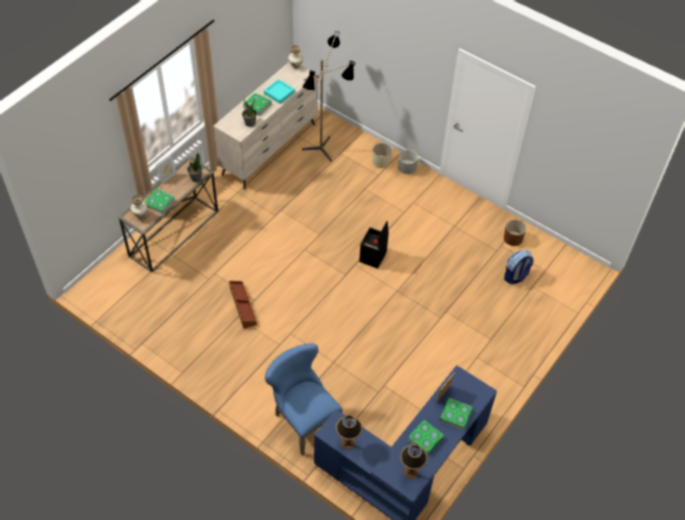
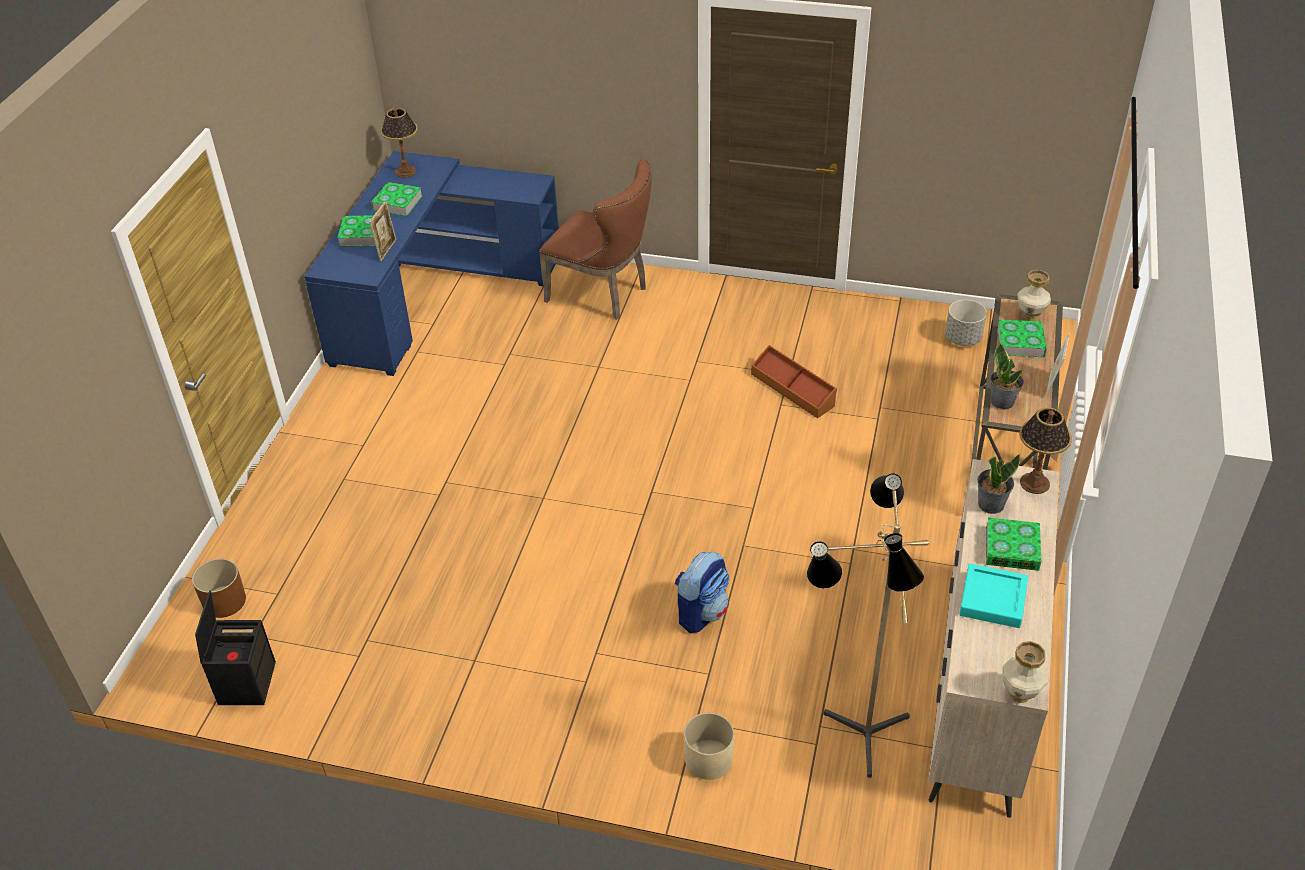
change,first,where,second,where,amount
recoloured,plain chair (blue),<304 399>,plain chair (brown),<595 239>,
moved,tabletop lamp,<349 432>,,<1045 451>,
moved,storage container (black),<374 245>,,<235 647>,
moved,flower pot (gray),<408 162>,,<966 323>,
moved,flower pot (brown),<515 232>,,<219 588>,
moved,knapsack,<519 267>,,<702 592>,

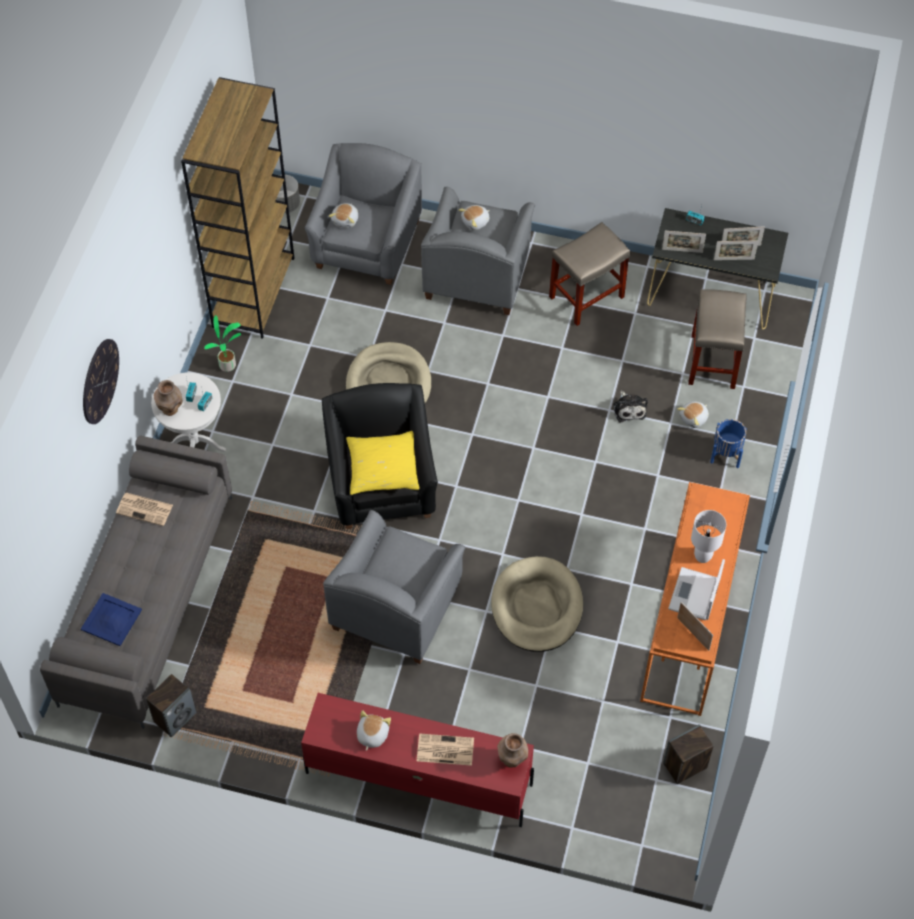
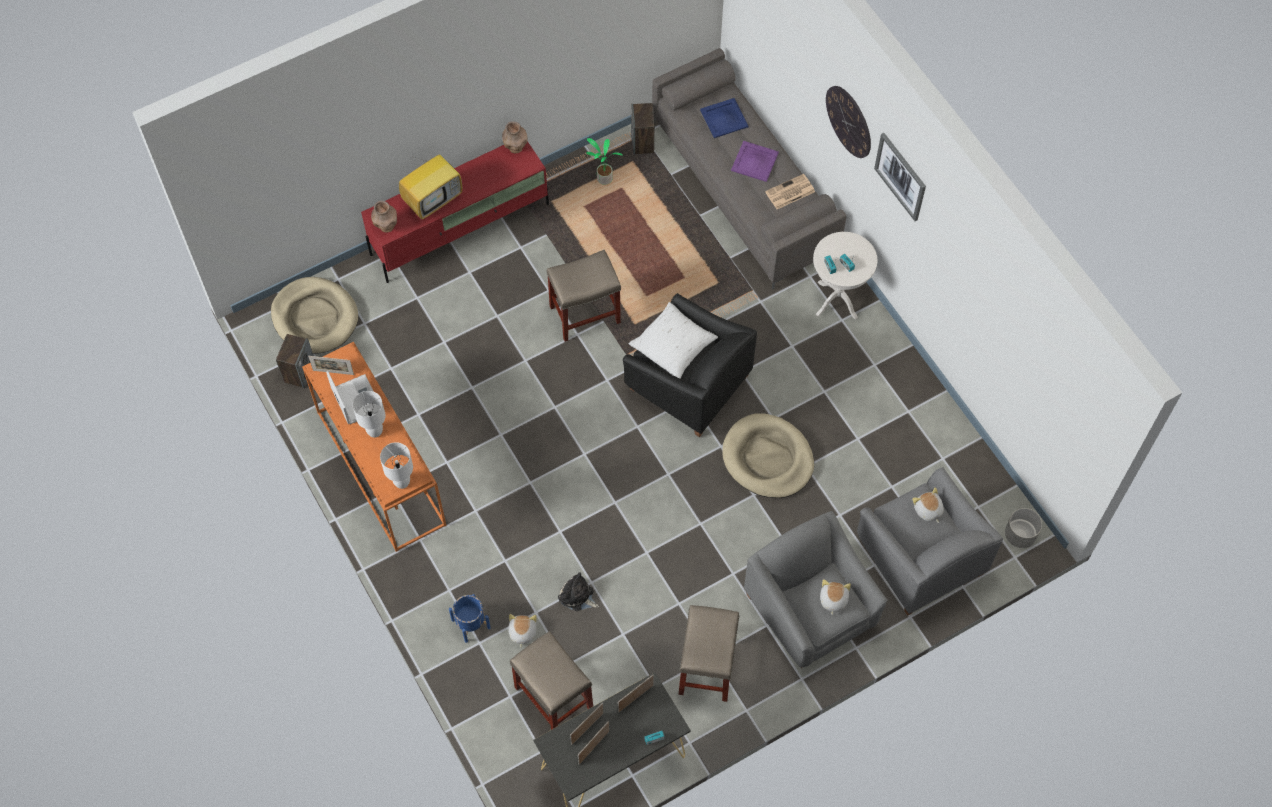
change,first,where,second,where,amount
moved,decorative vase (brown),<168 398>,,<515 137>,
removed,shelving unit (brown),<237 208>,,,
moved,potted plant,<222 343>,,<604 161>,
replaced,armchair (gray),<394 587>,stool seat (beige),<584 296>,
recoloured,pillow (yellowish),<383 463>,pillow (whitish),<673 340>,
removed,cuddly toy,<374 730>,,,
replaced,daily paper,<445 749>,television,<430 182>,
moved,dog bed (beige),<537 604>,,<314 315>,
added,,,tabletop lamp (whitish),<396 465>,
added,,,tray (purple),<755 161>,
added,,,wall art,<900 177>,

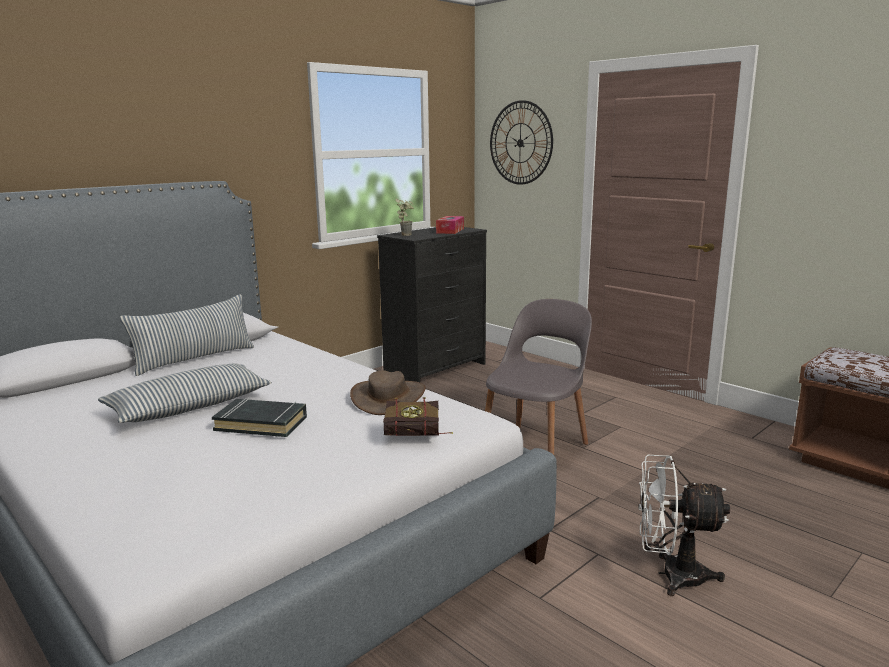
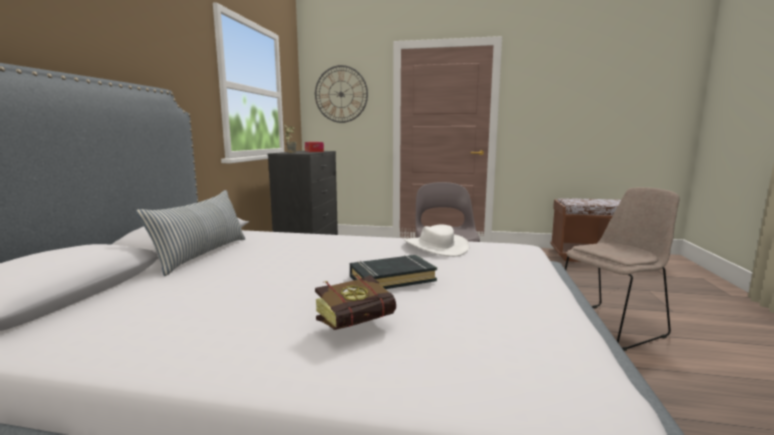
change,first,where,second,where,amount
removed,pillow,<185 393>,,,
recoloured,clothing hat (brown),<388 393>,clothing hat (whitish),<437 241>,
moved,volume,<418 416>,,<355 302>,
replaced,cooling fan (whitish),<684 525>,plain chair (beige),<622 269>,

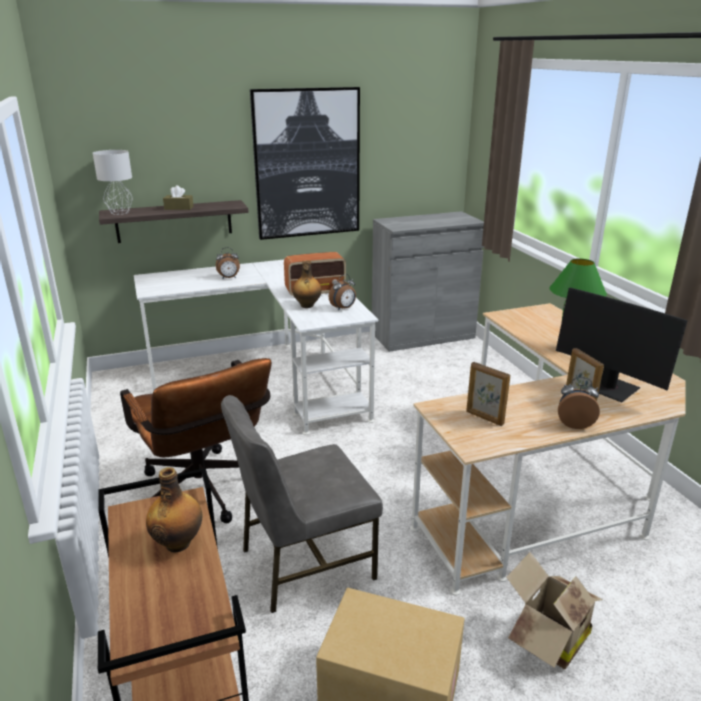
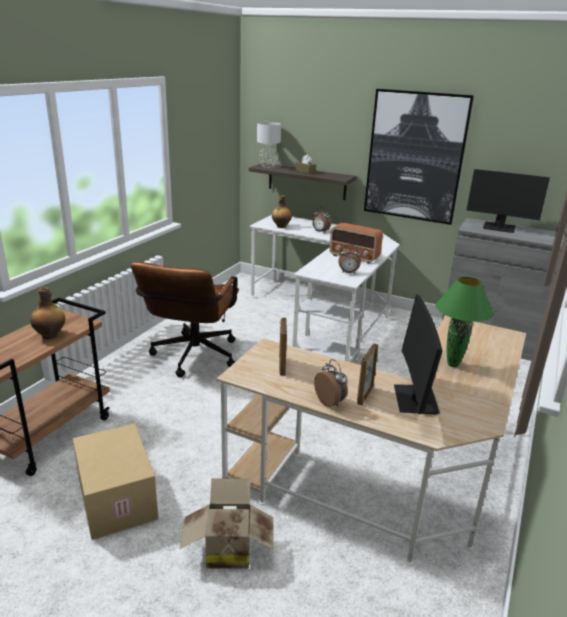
change,first,where,second,where,amount
removed,plain chair (gray),<302 504>,,,
moved,beverage bottle,<307 284>,,<282 211>,
added,,,computer screen,<508 201>,

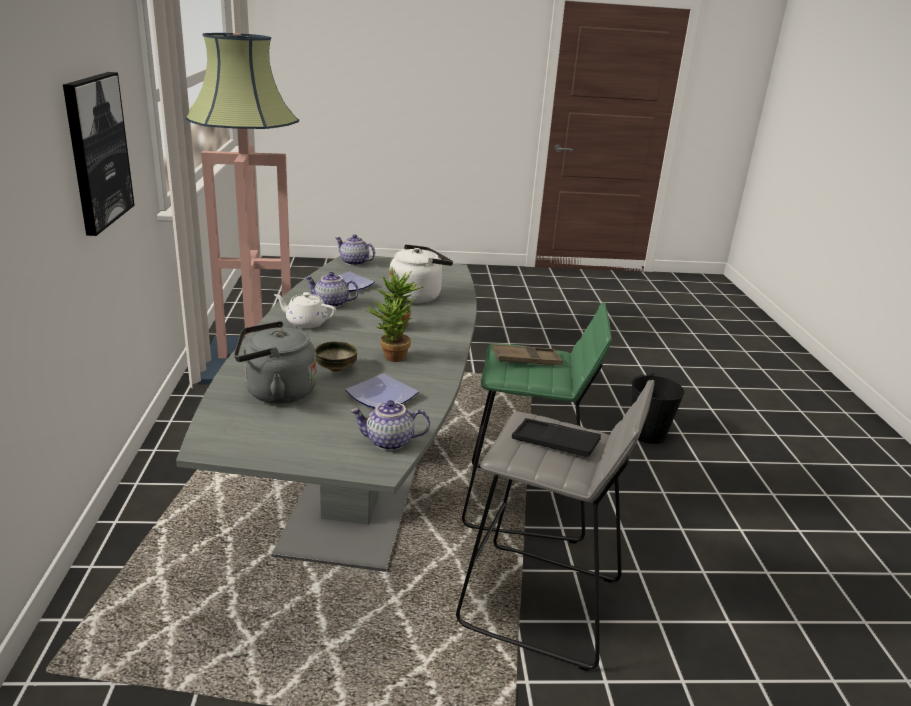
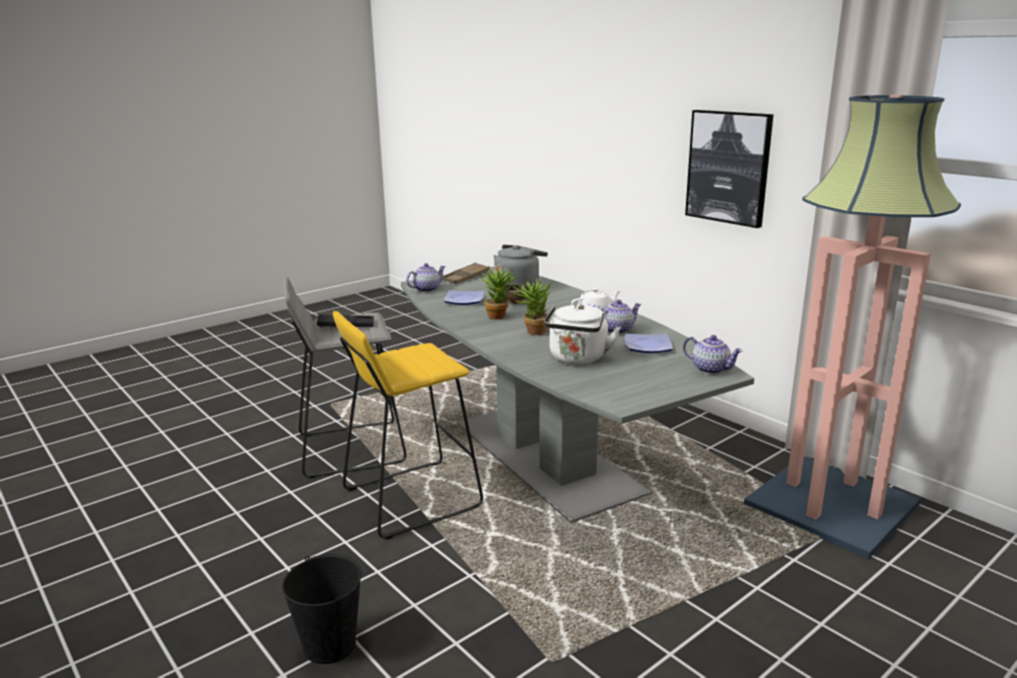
change,first,where,second,where,amount
turned,teapot,<355 250>,,<713 354>,45 degrees clockwise
recoloured,stool seat (green),<537 423>,stool seat (yellowish),<408 425>,
moved,tray (brown),<527 354>,,<466 273>,

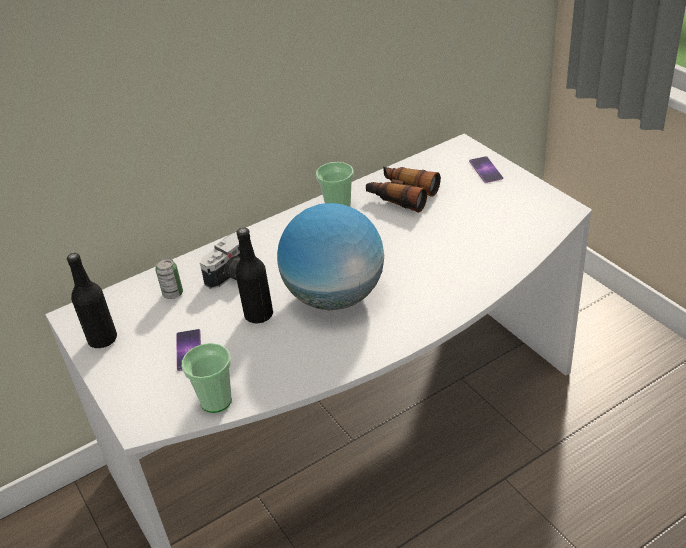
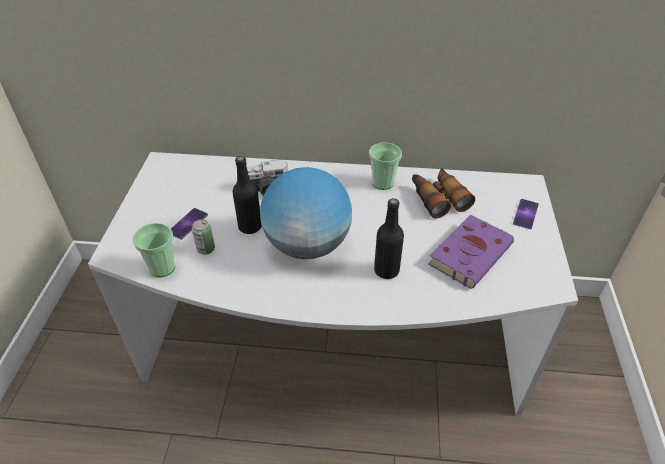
change,first,where,second,where,amount
moved,beverage bottle (black),<92 301>,,<389 238>,
moved,sealed can,<169 278>,,<203 237>,
added,,,volume (purple),<471 252>,

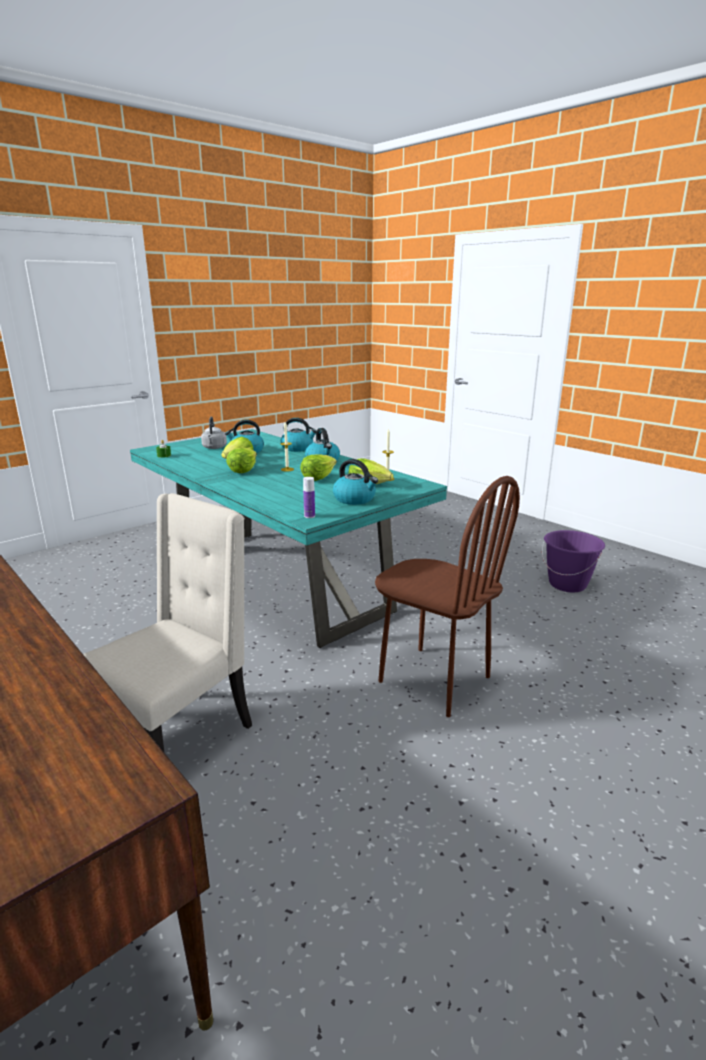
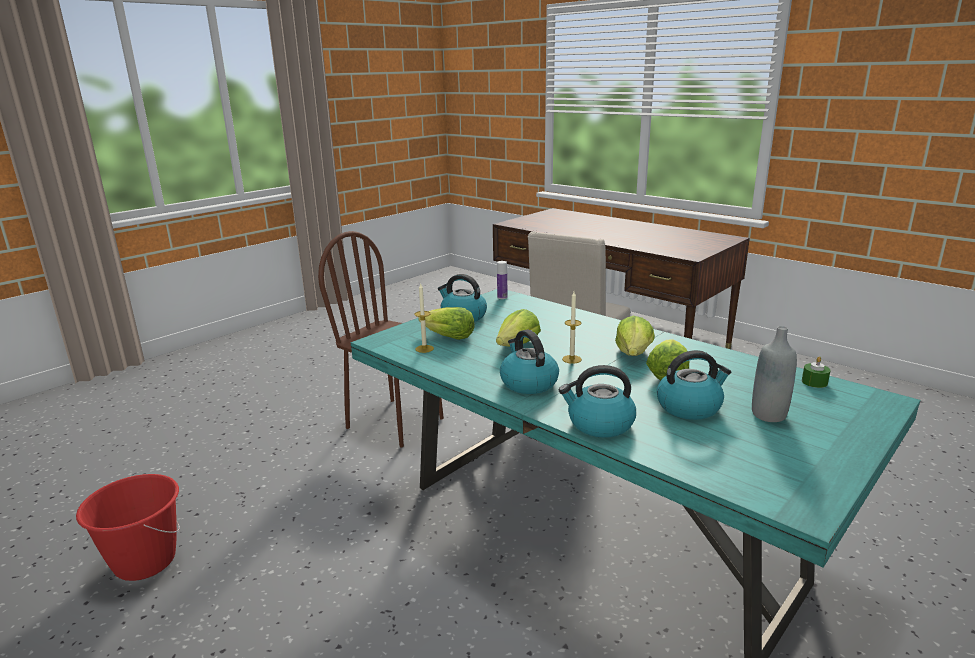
change,first,where,second,where,amount
replaced,tea kettle (gray),<214 433>,beverage bottle (gray),<774 374>,
recoloured,pail (purple),<573 561>,pail (reddish),<128 527>,

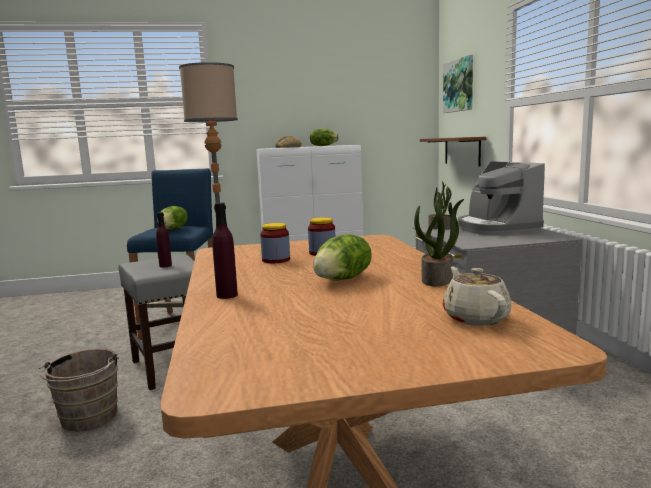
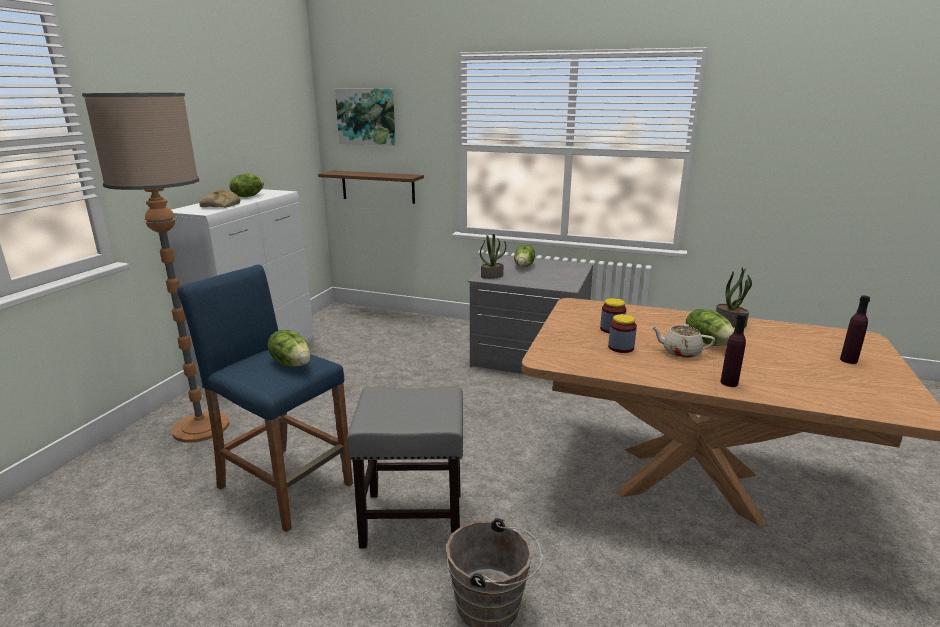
change,first,where,second,where,amount
moved,beverage bottle (purple),<164 239>,,<855 329>,
moved,teapot (beige),<477 296>,,<683 341>,
replaced,coffee brewer,<501 198>,lettuce head,<524 256>,

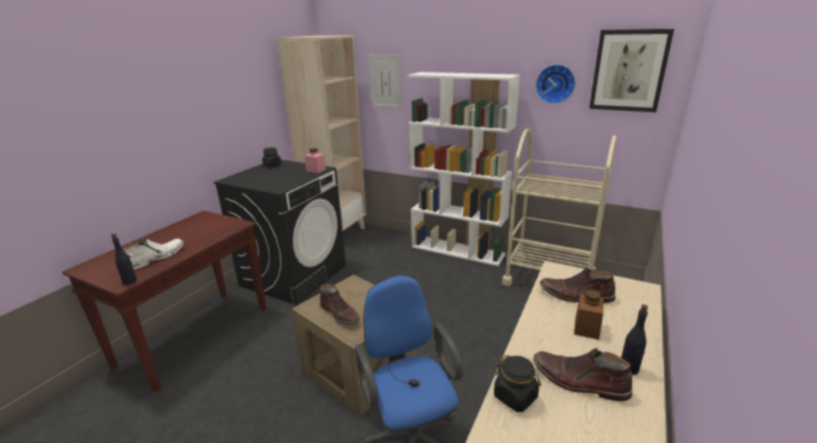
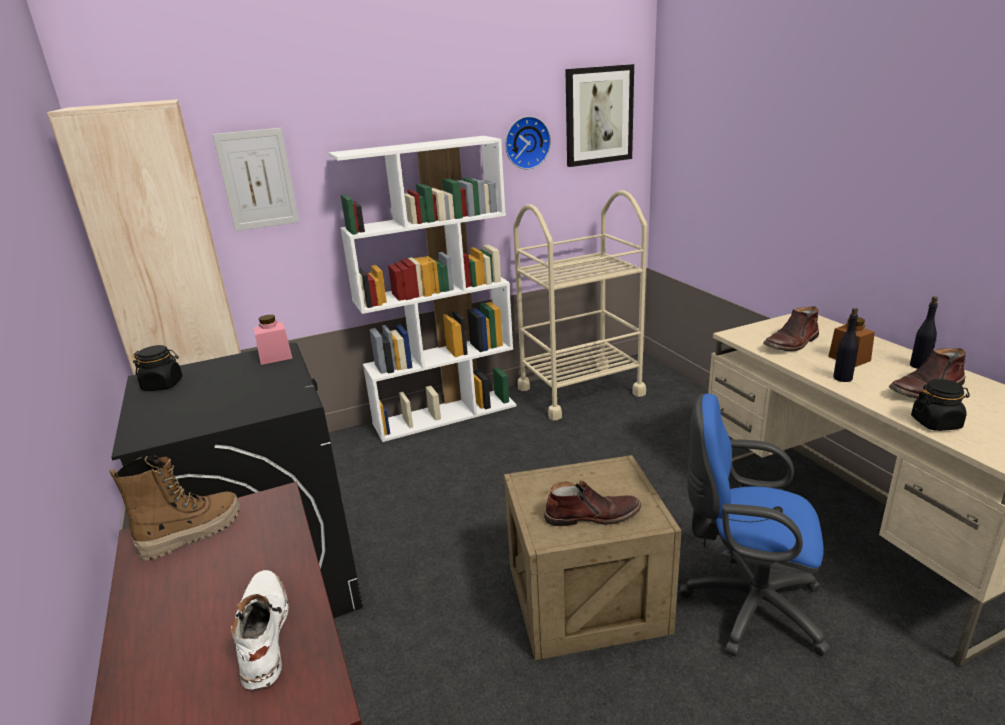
change,first,where,second,where,amount
moved,beverage bottle (black),<124 259>,,<845 345>,
added,,,boot,<175 508>,

